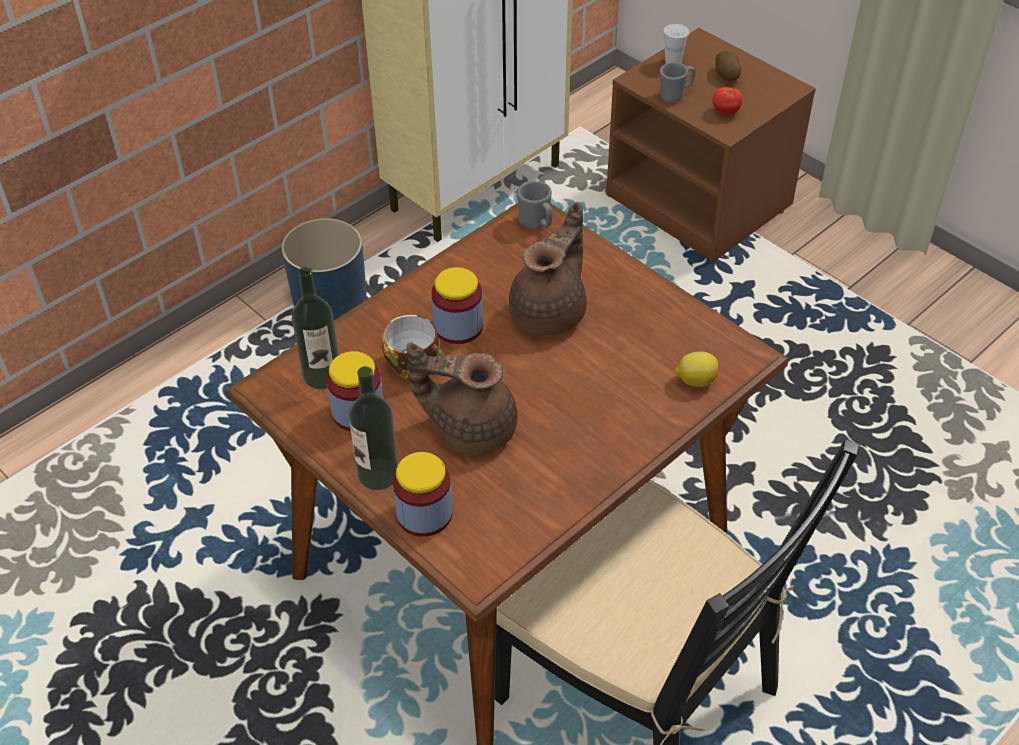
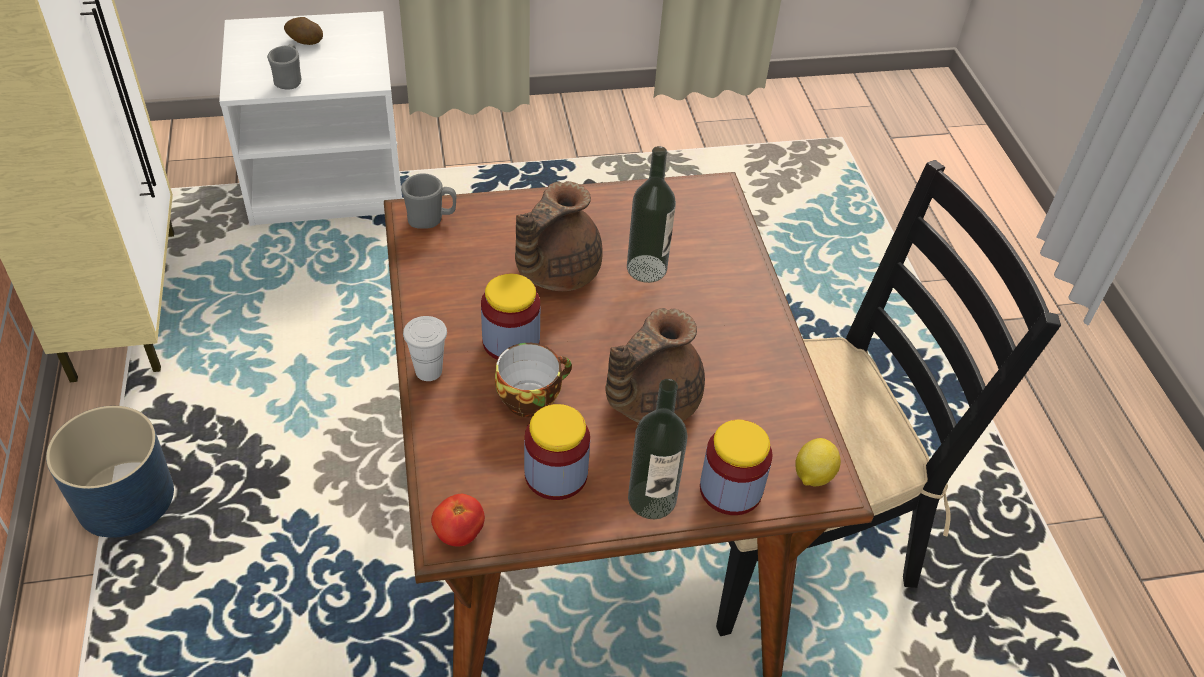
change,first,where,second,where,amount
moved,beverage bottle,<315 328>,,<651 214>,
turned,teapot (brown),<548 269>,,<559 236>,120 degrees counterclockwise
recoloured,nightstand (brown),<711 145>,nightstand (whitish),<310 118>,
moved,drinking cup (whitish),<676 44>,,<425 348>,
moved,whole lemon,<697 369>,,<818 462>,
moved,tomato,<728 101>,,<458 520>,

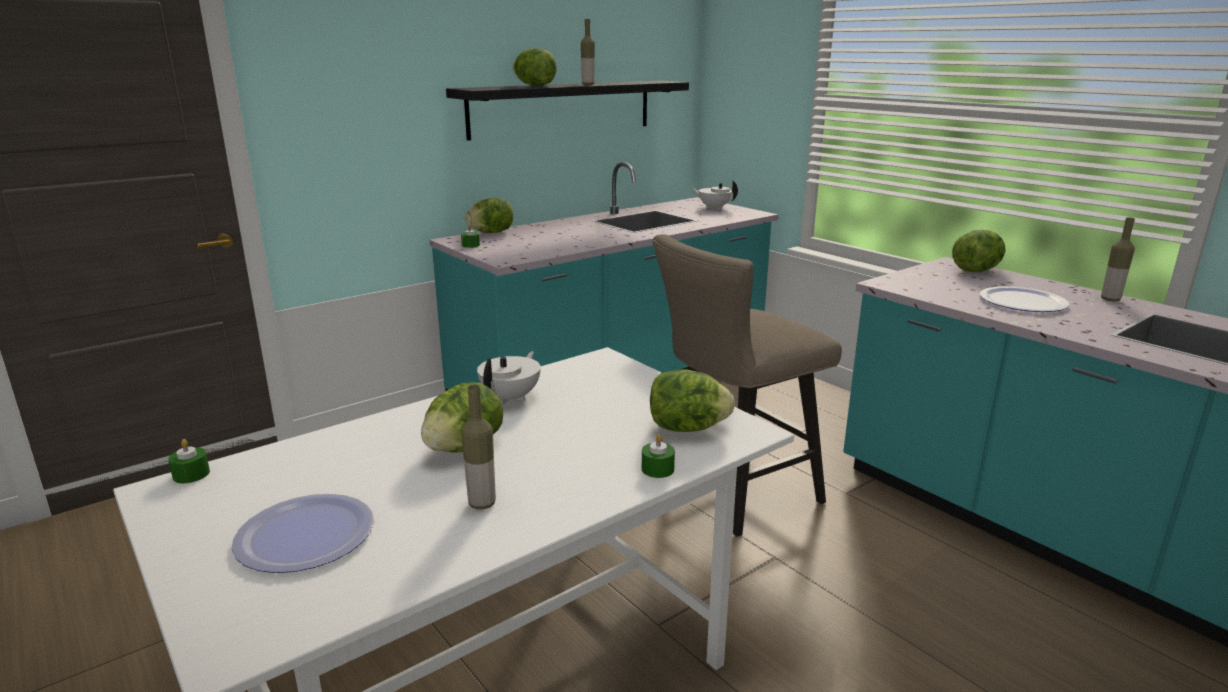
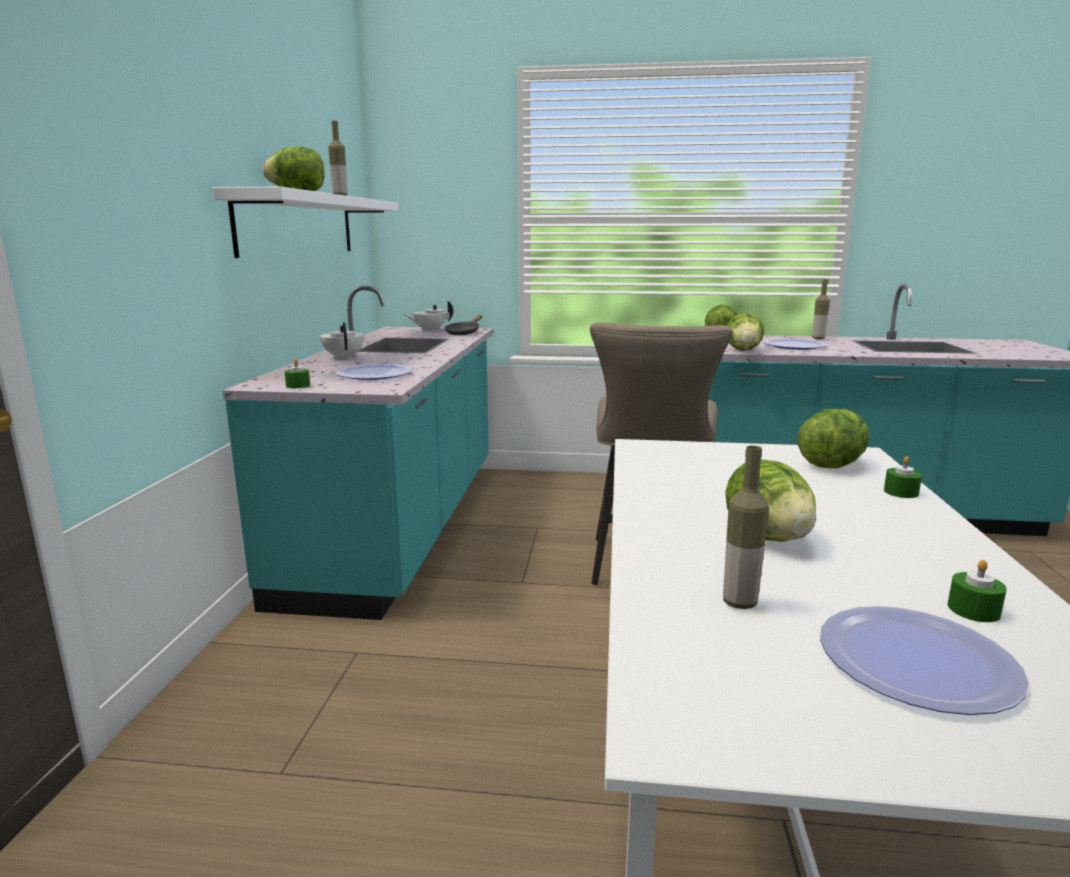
change,first,where,second,where,amount
moved,wax light (green),<189 461>,,<977 591>,
recoloured,wall shelf (black),<567 111>,wall shelf (whitish),<306 222>,
moved,beverage bottle,<478 447>,,<746 527>,
moved,lettuce head,<489 215>,,<745 332>,
moved,teapot (whitish),<509 377>,,<342 341>,
added,,,flat dish,<373 372>,
added,,,pan (black),<463 325>,

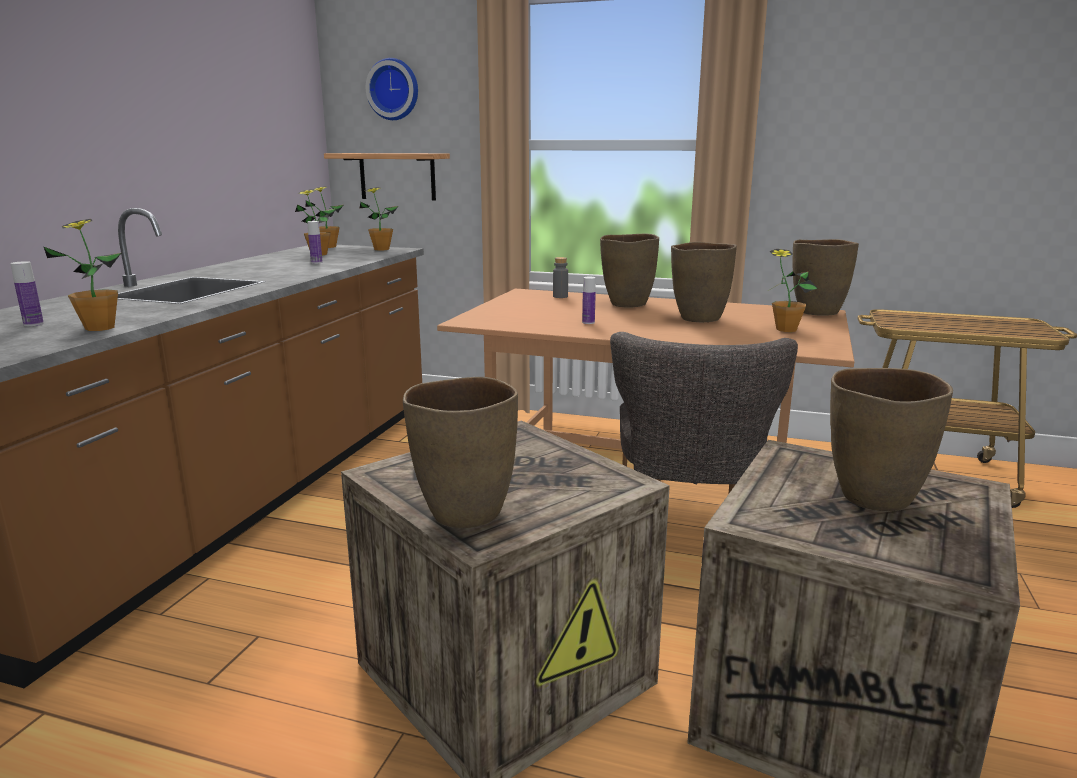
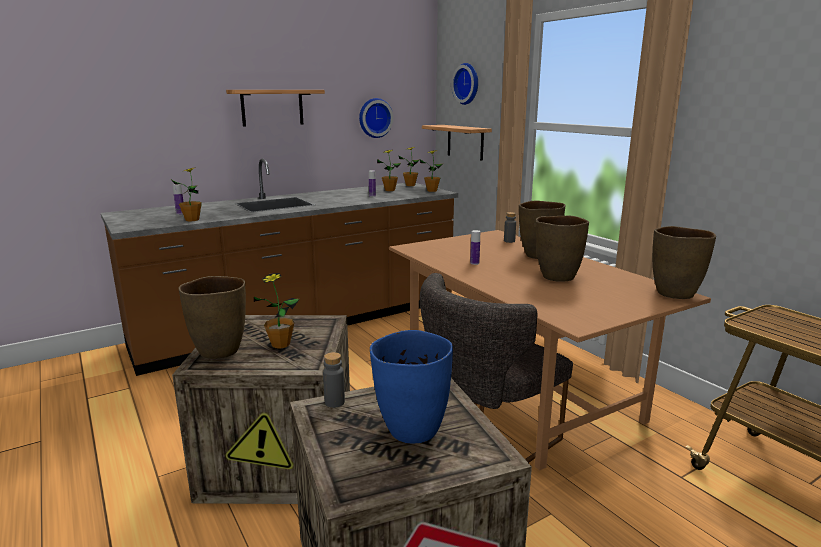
change,first,where,second,where,amount
moved,potted plant,<793 290>,,<277 311>,
recoloured,decorative vase (brown),<891 440>,decorative vase (blue),<411 387>,
added,,,wall shelf,<275 108>,
added,,,beverage bottle (gray),<334 380>,
added,,,clock on the wall,<376 118>,

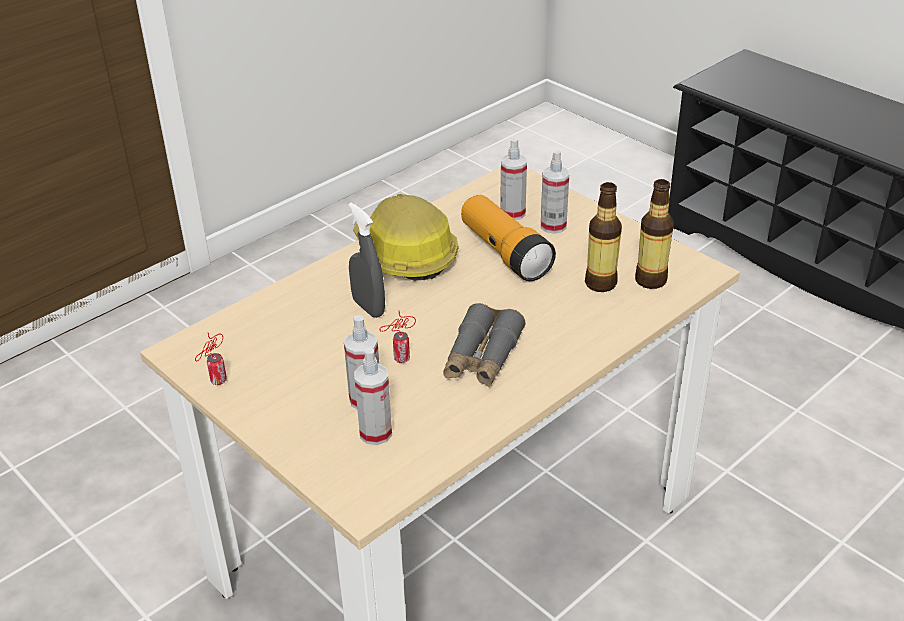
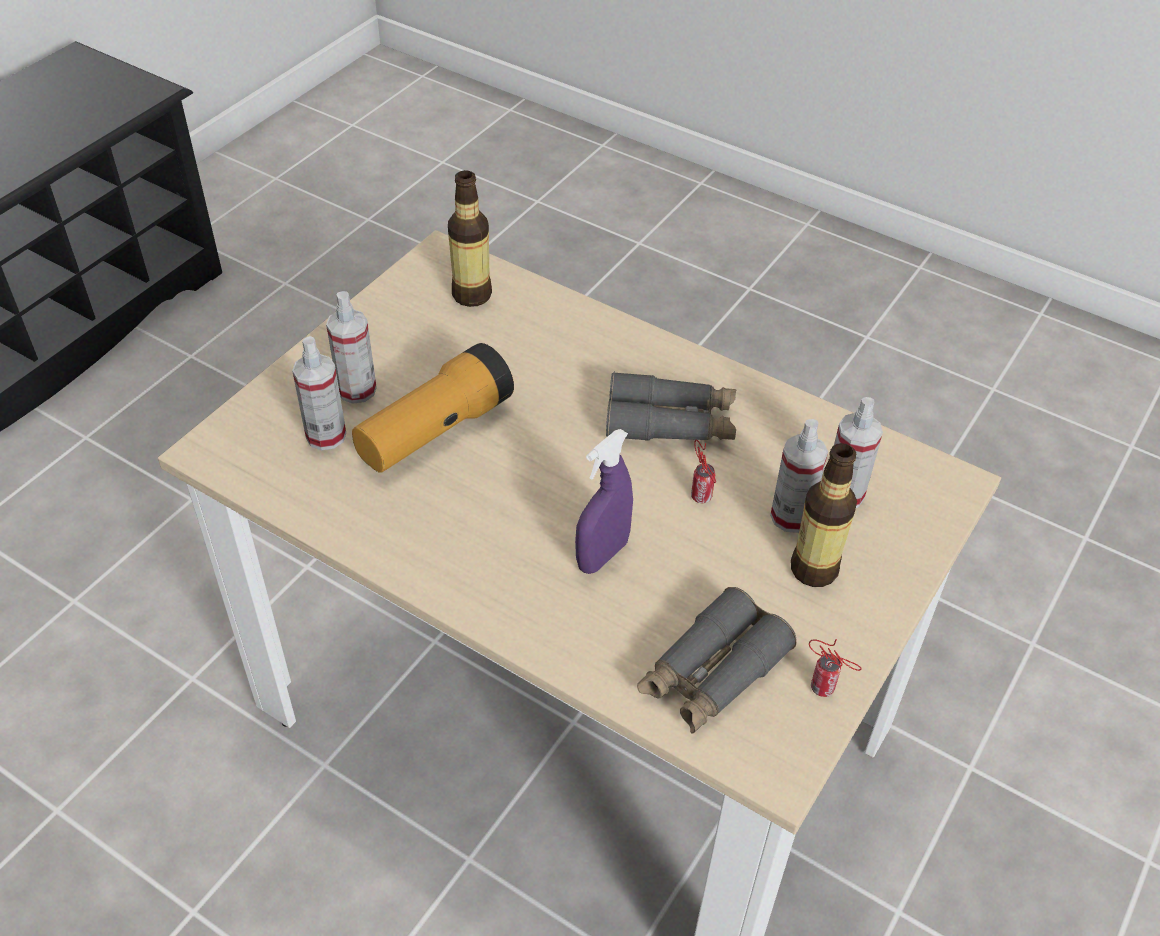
change,first,where,second,where,amount
recoloured,hand sprayer (gray),<367 260>,hand sprayer (purple),<604 501>,
removed,hard hat,<405 237>,,,
moved,beverage bottle,<603 237>,,<824 515>,
added,,,field glasses (gray),<717 660>,

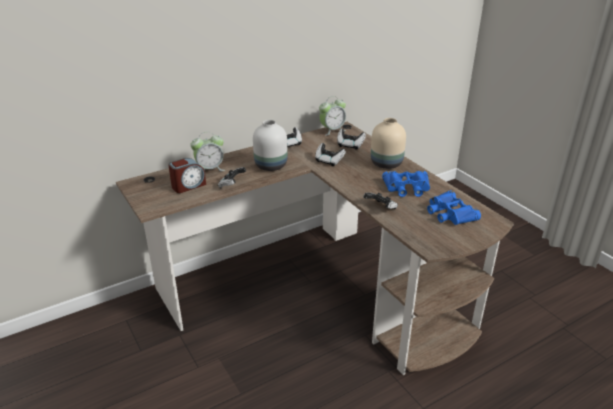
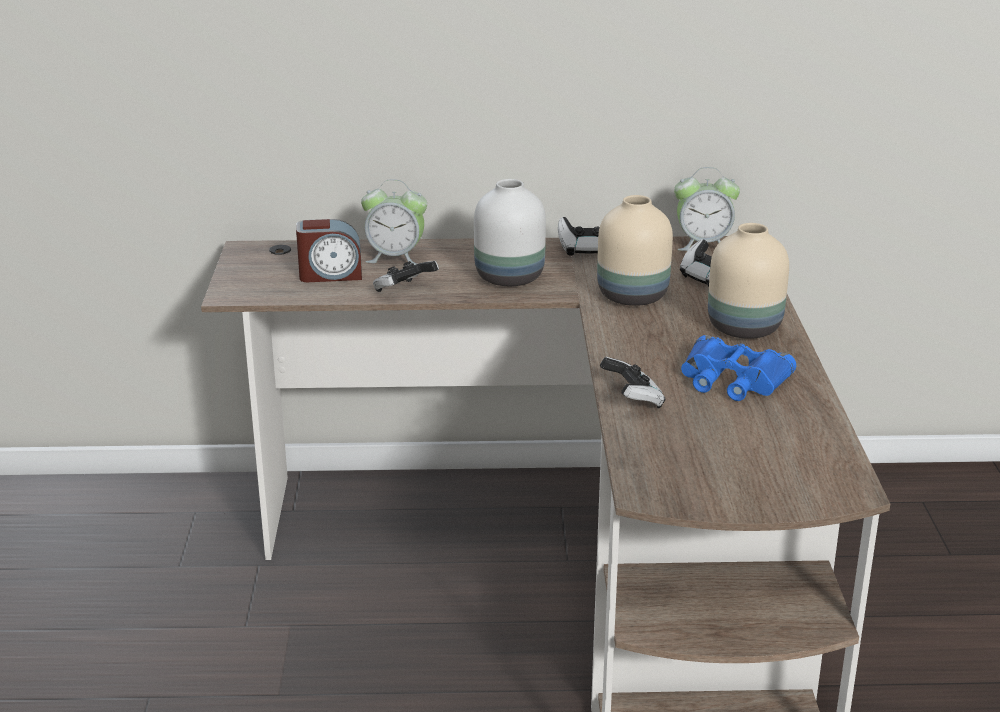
change,first,where,second,where,amount
replaced,gamepad,<330 154>,decorative vase (beige),<635 250>,
removed,field glasses (blue),<454 207>,,,

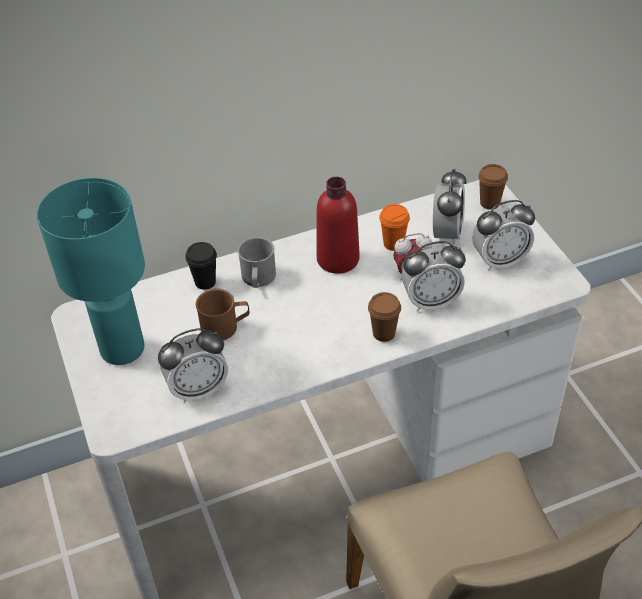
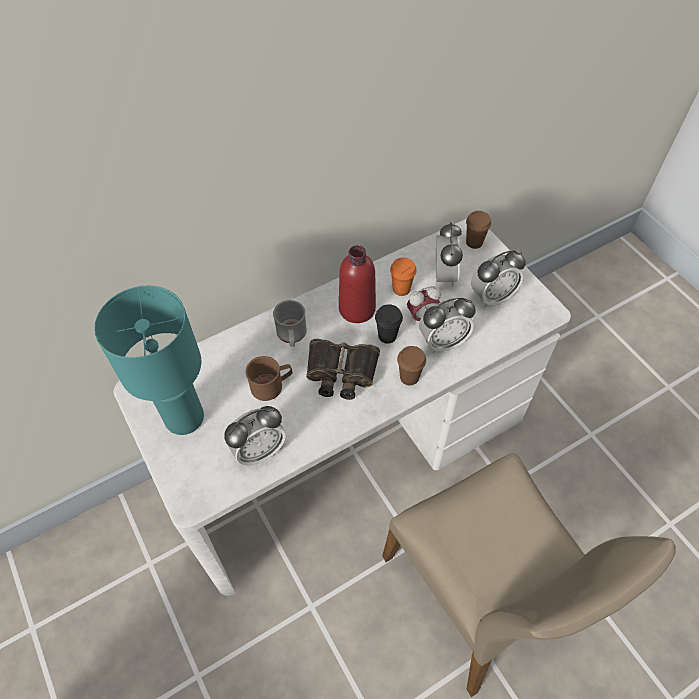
change,first,where,second,where,amount
moved,drinking cup (black),<201 266>,,<389 324>,
added,,,field glasses,<343 369>,

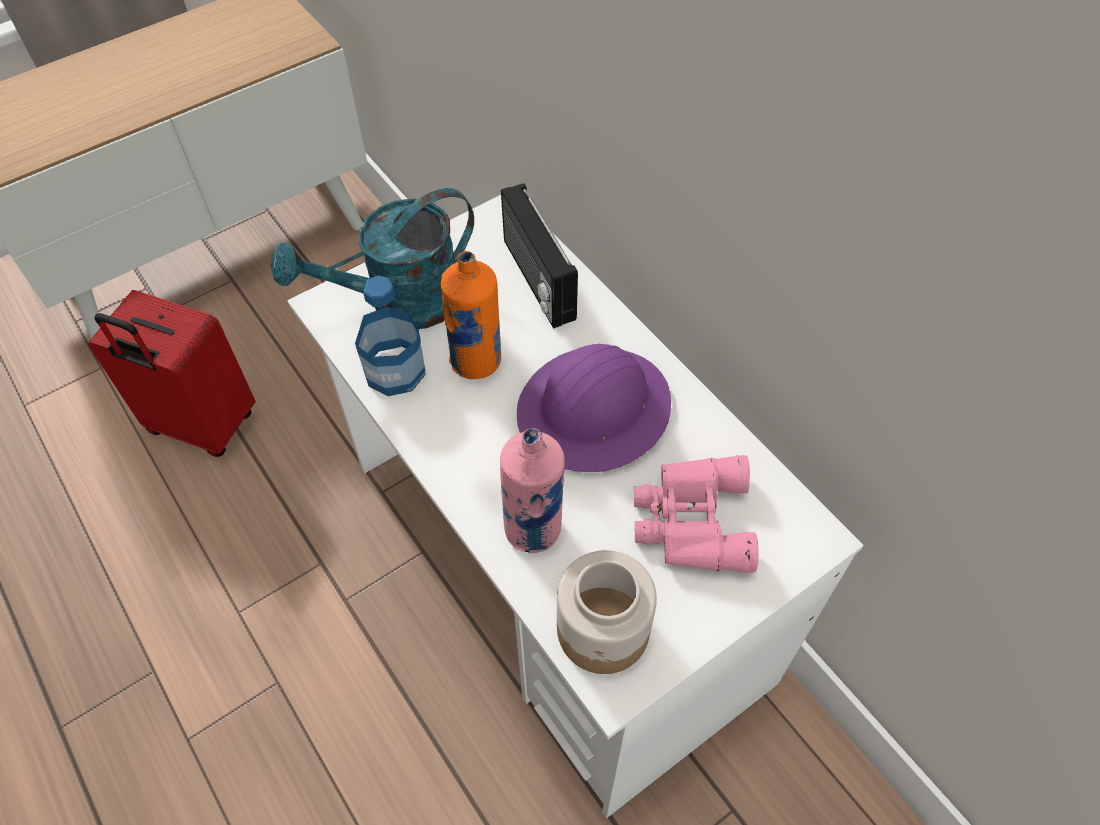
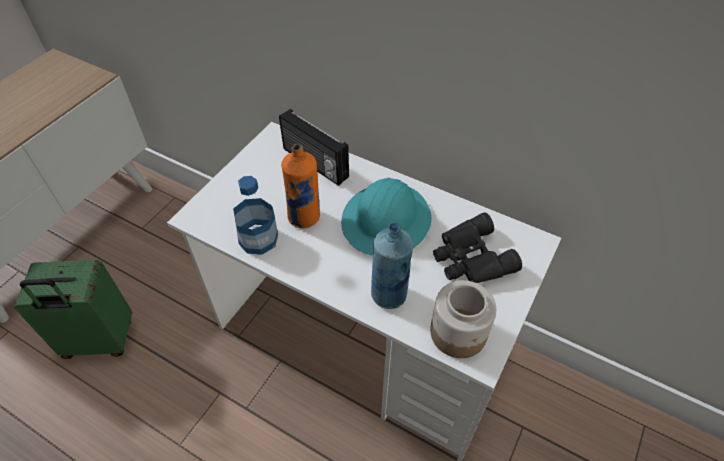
change,first,where,second,where,amount
recoloured,suitcase (reddish),<171 373>,suitcase (green),<73 309>,
removed,watering pot (turquoise-coloured),<372 258>,,,
recoloured,beverage bottle (pinkish),<532 490>,beverage bottle (blue),<392 266>,
recoloured,hard hat (purple),<594 408>,hard hat (turquoise-coloured),<386 216>,
recoloured,field glasses (pinkish),<696 514>,field glasses (black),<477 247>,

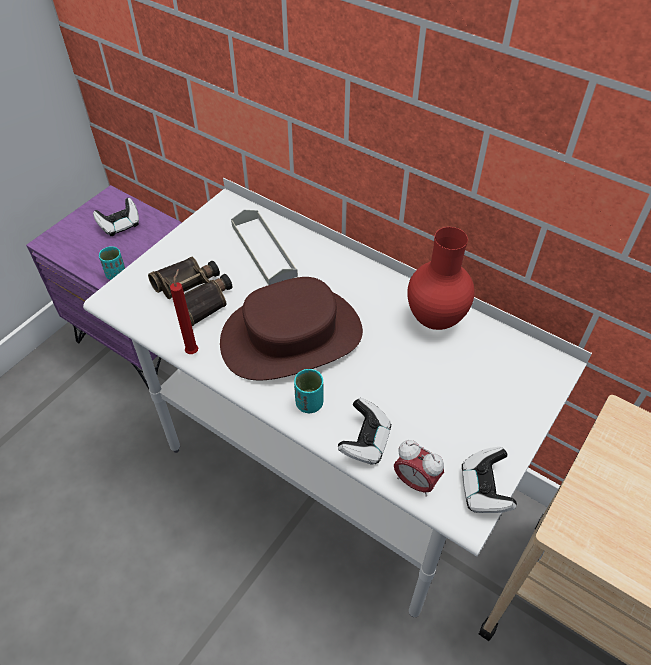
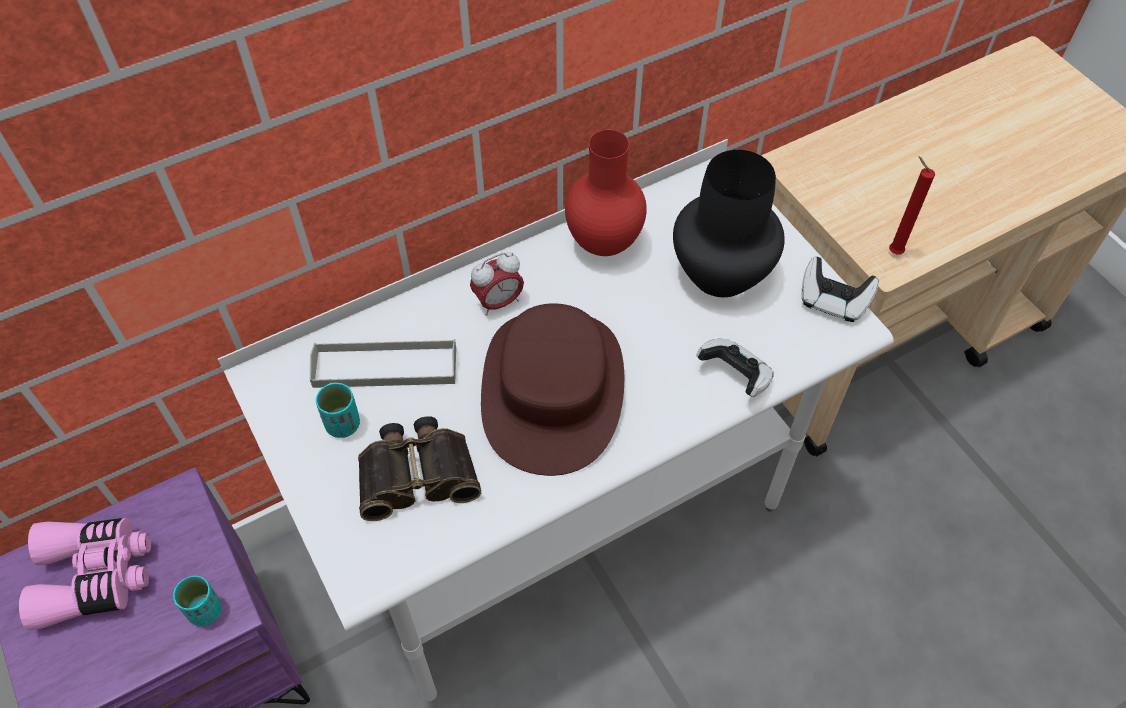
change,first,where,second,where,amount
replaced,gamepad,<116 217>,field glasses (pinkish),<85 574>,
moved,wax light (reddish),<184 311>,,<912 205>,
moved,drinking cup (turquoise-coloured),<309 391>,,<338 410>,
moved,table clock,<419 468>,,<497 284>,
added,,,decorative vase (black),<729 223>,

